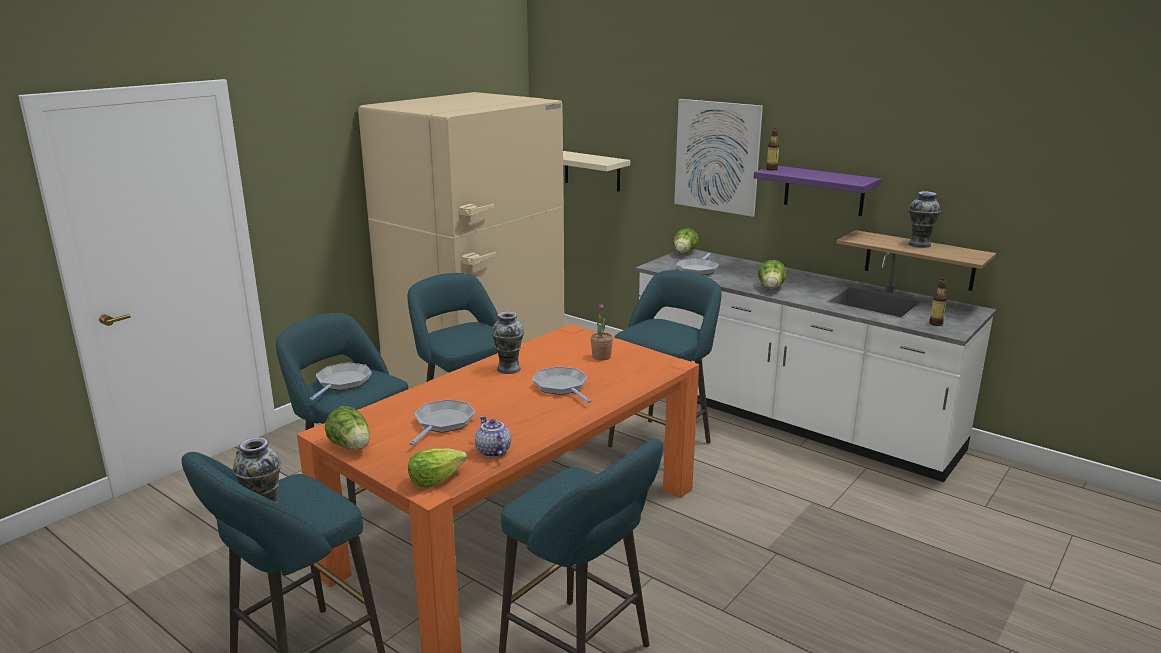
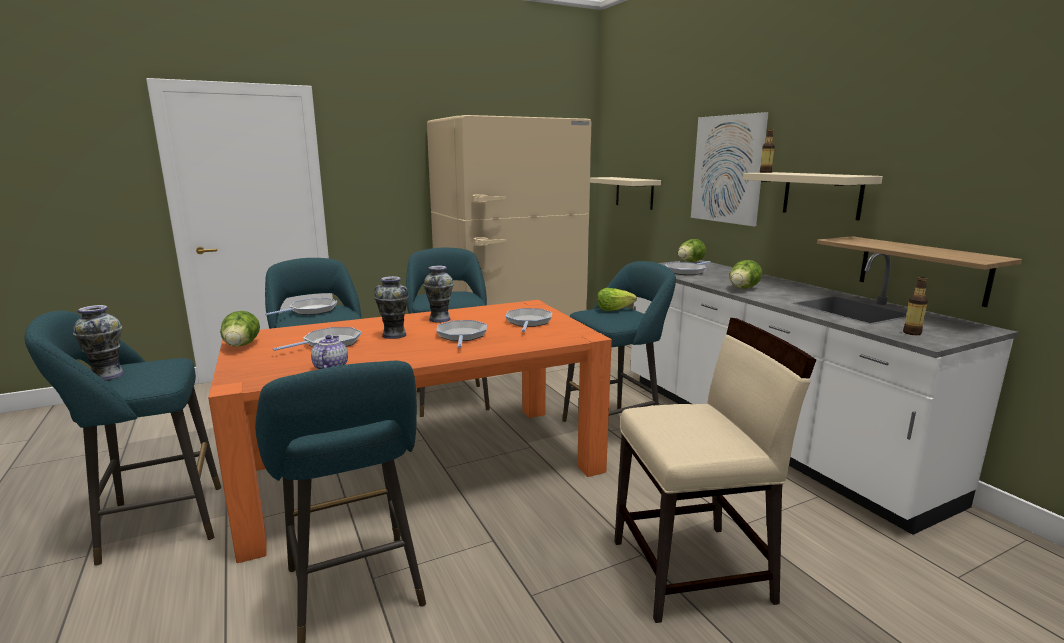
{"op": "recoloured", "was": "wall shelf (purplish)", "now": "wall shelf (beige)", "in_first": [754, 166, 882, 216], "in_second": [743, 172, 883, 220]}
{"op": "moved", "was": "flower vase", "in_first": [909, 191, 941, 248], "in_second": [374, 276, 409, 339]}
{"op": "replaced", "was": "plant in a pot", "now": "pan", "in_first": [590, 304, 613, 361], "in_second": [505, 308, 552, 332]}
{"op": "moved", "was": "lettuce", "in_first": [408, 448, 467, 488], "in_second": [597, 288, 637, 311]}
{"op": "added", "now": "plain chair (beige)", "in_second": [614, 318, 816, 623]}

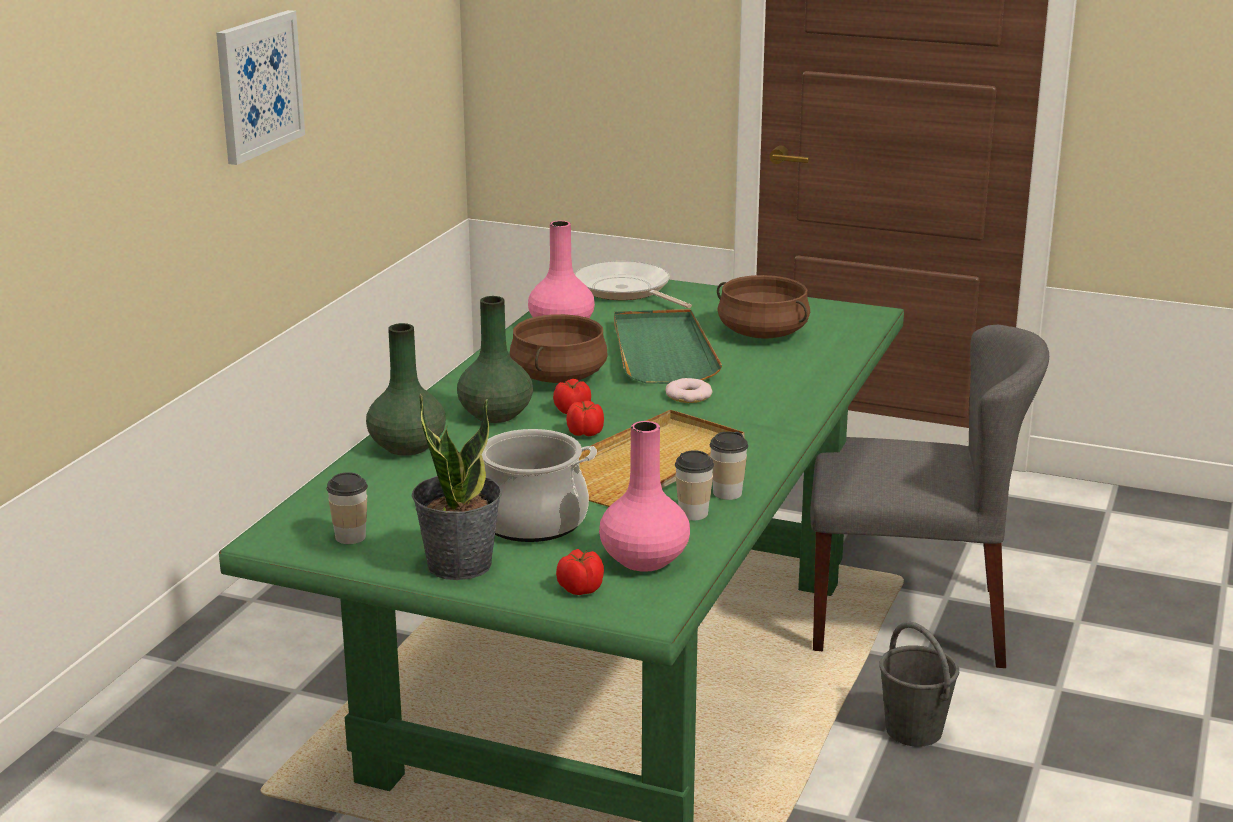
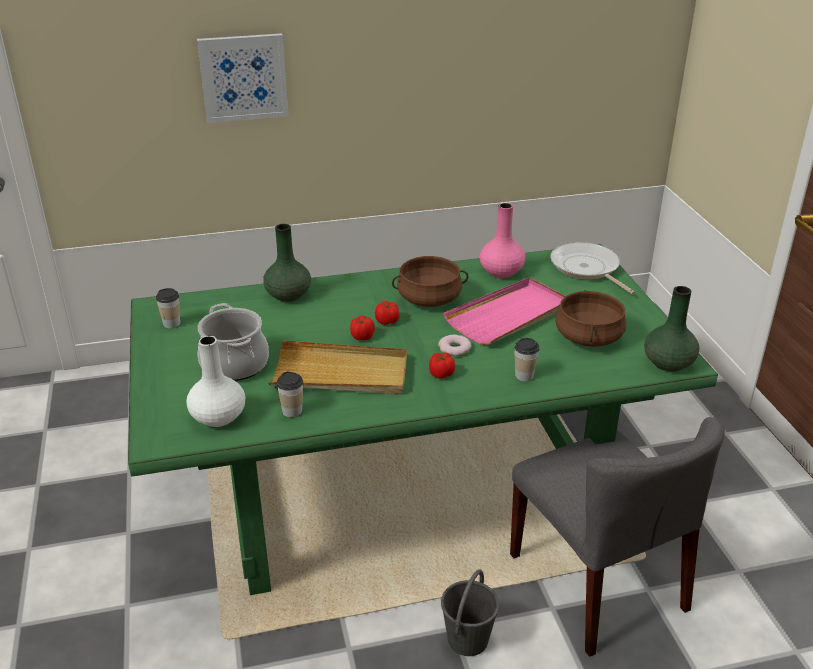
{"op": "moved", "was": "wall art", "in_first": [216, 10, 305, 165], "in_second": [197, 33, 289, 123]}
{"op": "turned", "was": "pan", "in_first": [575, 261, 692, 308], "in_second": [550, 242, 635, 294], "clockwise": -45}
{"op": "moved", "was": "flower vase (green-coloured)", "in_first": [457, 296, 533, 423], "in_second": [644, 286, 700, 372]}
{"op": "recoloured", "was": "carrying tray (green-coloured)", "now": "carrying tray (pink-coloured)", "in_first": [614, 309, 722, 384], "in_second": [443, 277, 565, 345]}
{"op": "removed", "was": "plant in a pot", "in_first": [411, 394, 502, 580]}
{"op": "recoloured", "was": "flower vase (pink-coloured)", "now": "flower vase (white)", "in_first": [599, 421, 690, 572], "in_second": [187, 336, 245, 427]}
{"op": "moved", "was": "small cup", "in_first": [710, 432, 748, 500], "in_second": [514, 338, 539, 381]}
{"op": "moved", "was": "whole tomato", "in_first": [556, 549, 604, 595], "in_second": [429, 353, 455, 379]}

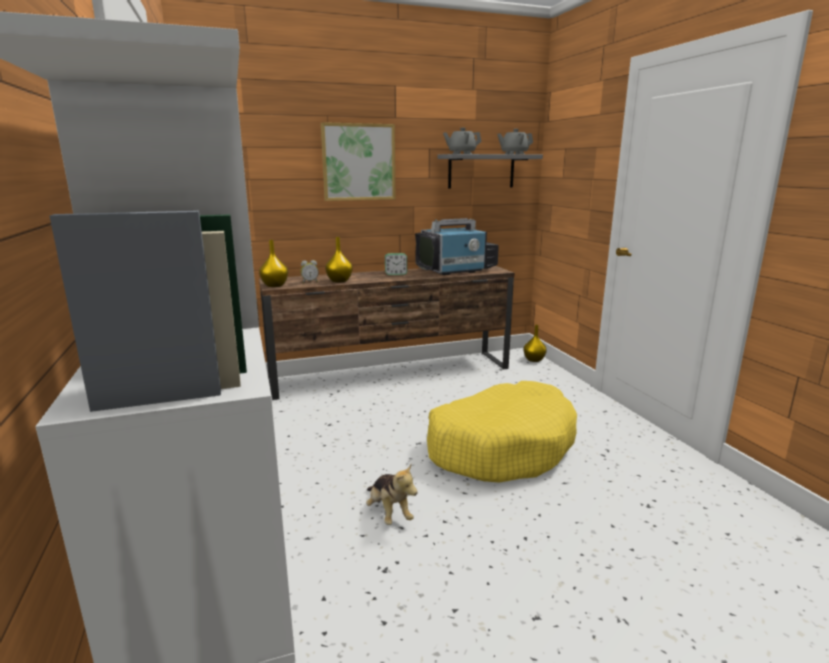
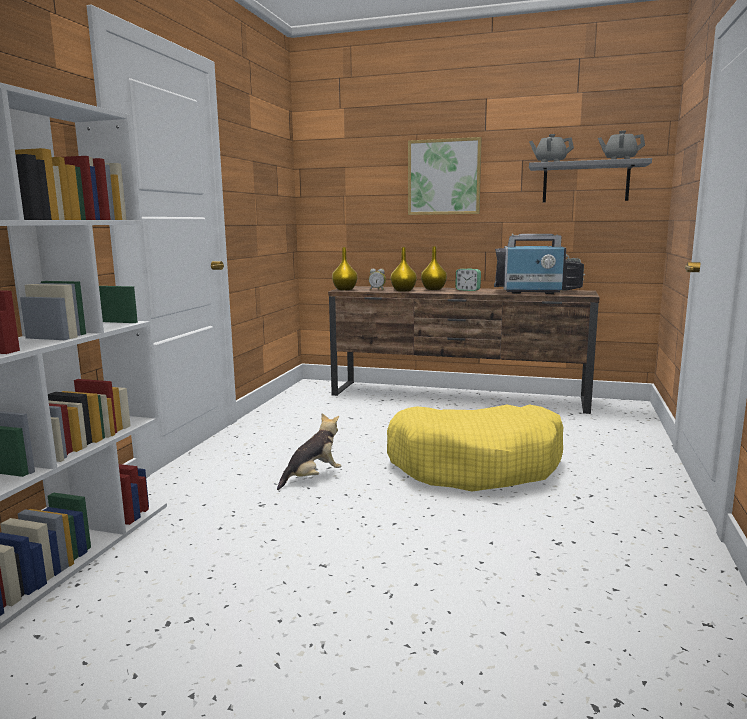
{"op": "moved", "was": "flower vase (yellow-coloured)", "in_first": [523, 325, 547, 362], "in_second": [421, 247, 447, 290]}
{"op": "turned", "was": "cuddly toy", "in_first": [366, 465, 417, 525], "in_second": [277, 413, 341, 490], "clockwise": -135}

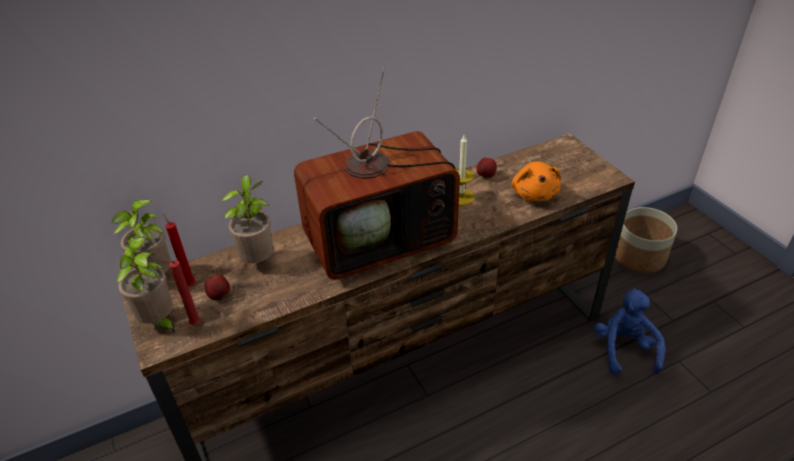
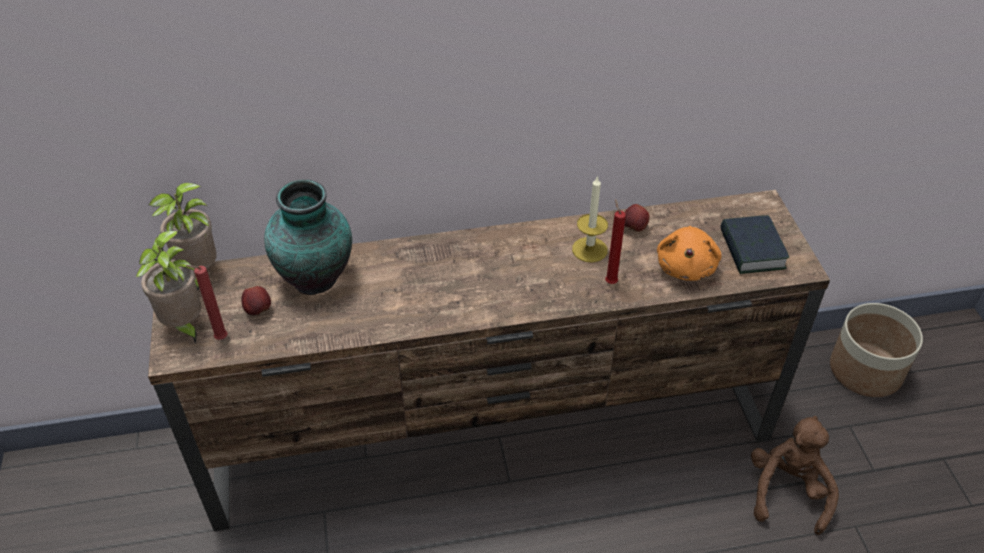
{"op": "removed", "was": "television", "in_first": [294, 66, 460, 280]}
{"op": "replaced", "was": "plant in a pot", "now": "flower vase", "in_first": [221, 175, 273, 263], "in_second": [264, 180, 352, 295]}
{"op": "moved", "was": "wax candle (red-coloured)", "in_first": [163, 213, 195, 286], "in_second": [605, 199, 626, 284]}
{"op": "recoloured", "was": "cuddly toy (bluish)", "now": "cuddly toy (brownish)", "in_first": [594, 288, 665, 375], "in_second": [751, 416, 839, 535]}
{"op": "added", "now": "volume", "in_second": [721, 215, 789, 274]}

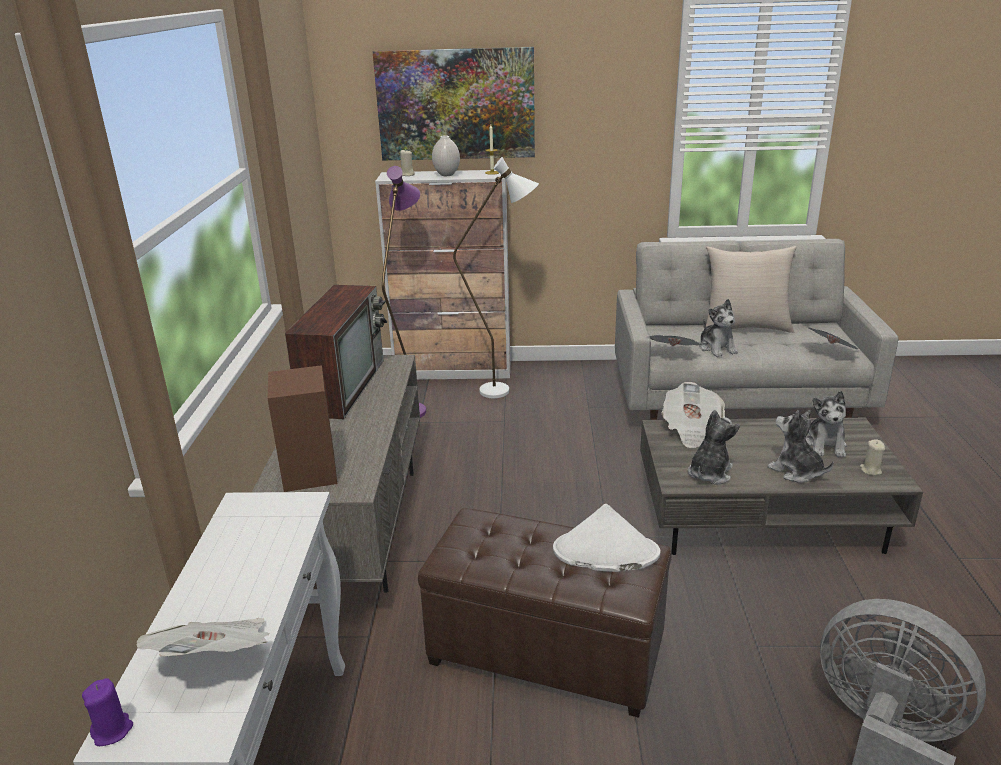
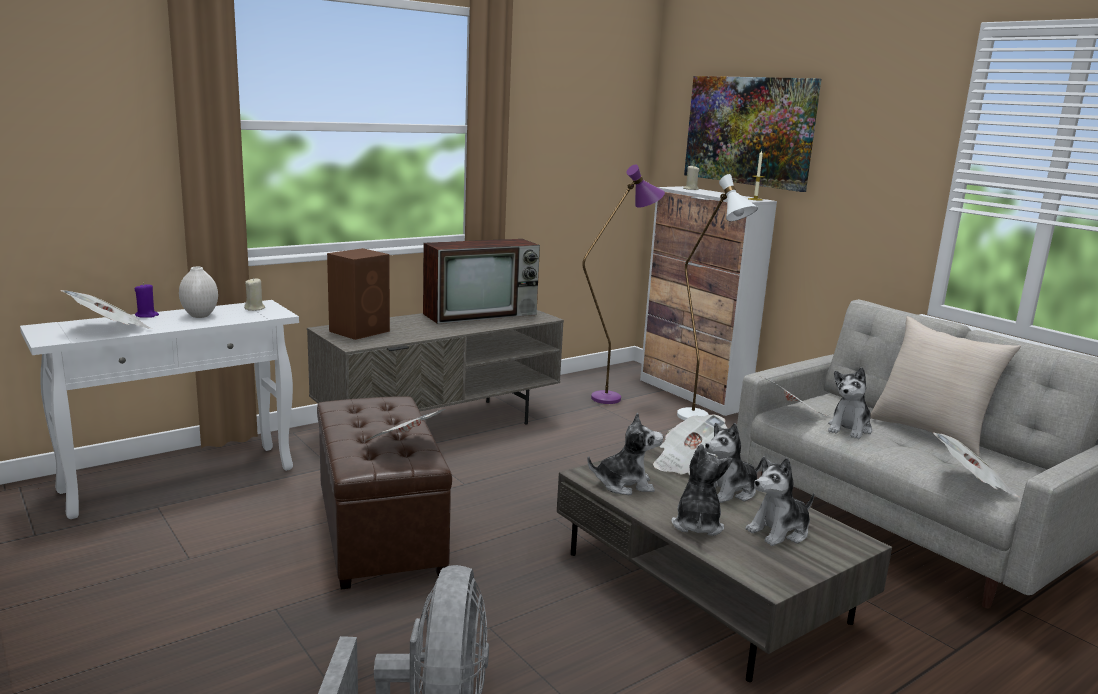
{"op": "moved", "was": "flower vase (white)", "in_first": [432, 135, 460, 176], "in_second": [179, 267, 218, 318]}
{"op": "moved", "was": "wax candle (beige)", "in_first": [860, 439, 885, 476], "in_second": [244, 278, 265, 311]}
{"op": "replaced", "was": "wearable hat (white)", "now": "daily paper", "in_first": [553, 503, 660, 572], "in_second": [362, 409, 446, 442]}
{"op": "moved", "was": "wax candle (purplish)", "in_first": [82, 678, 133, 746], "in_second": [135, 283, 159, 318]}
{"op": "added", "now": "cuddly toy", "in_second": [705, 423, 762, 503]}

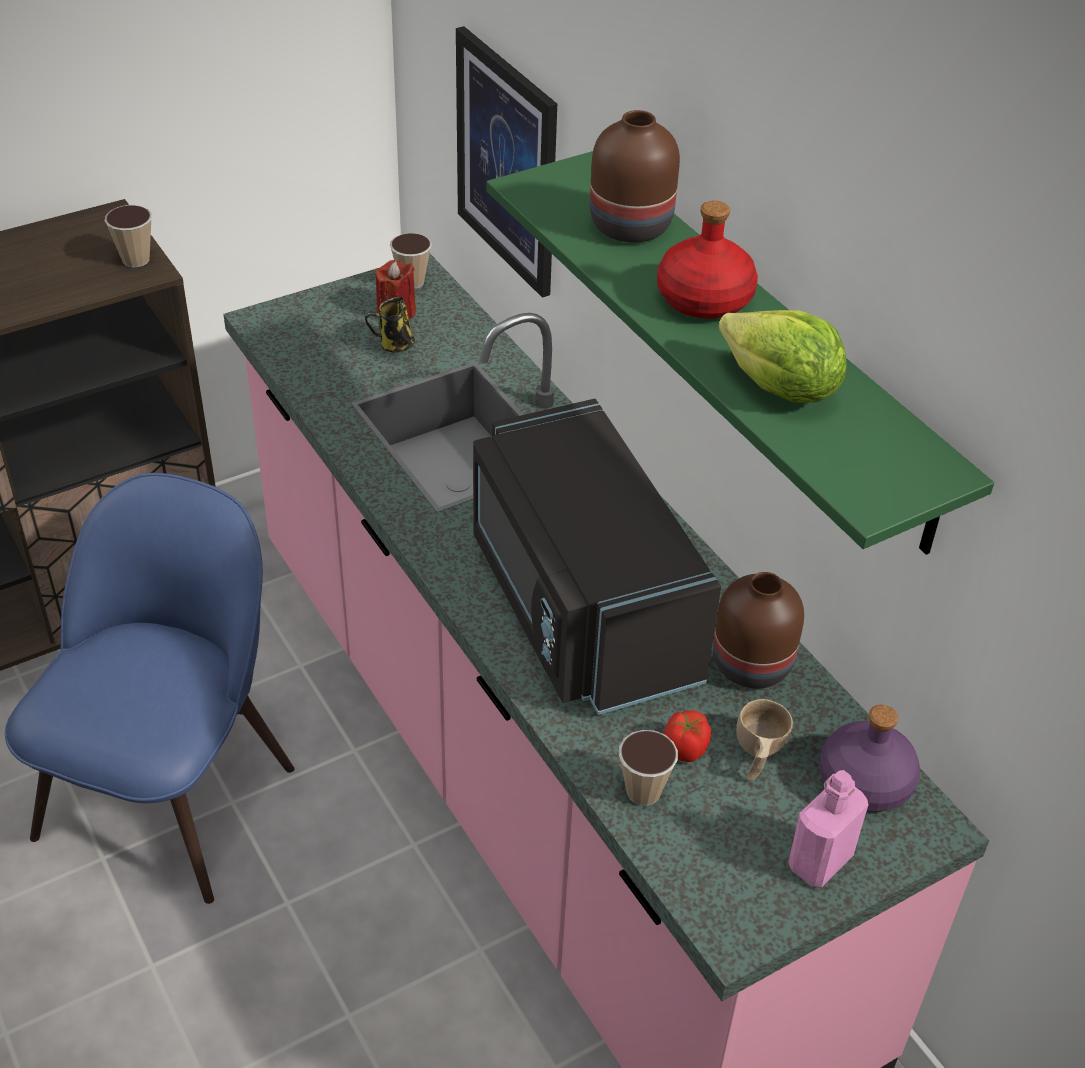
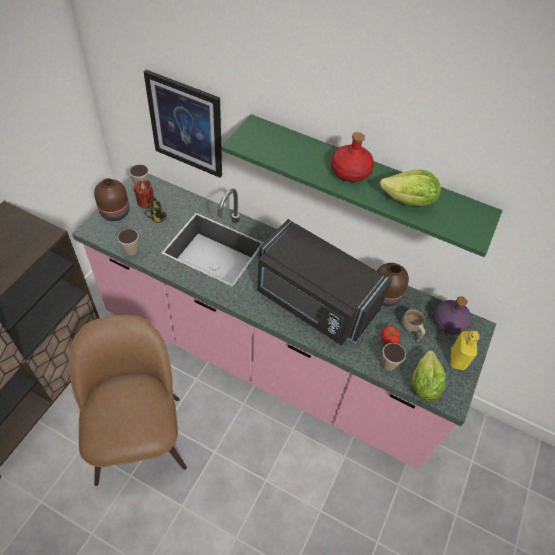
{"op": "moved", "was": "flower vase (brownish)", "in_first": [590, 110, 680, 243], "in_second": [94, 178, 129, 221]}
{"op": "moved", "was": "small cup", "in_first": [105, 205, 152, 267], "in_second": [117, 229, 139, 255]}
{"op": "recoloured", "was": "plain chair (bluish)", "now": "plain chair (brownish)", "in_first": [5, 473, 294, 904], "in_second": [69, 315, 187, 486]}
{"op": "recoloured", "was": "drink bottle (pink-coloured)", "now": "drink bottle (yellow-coloured)", "in_first": [788, 770, 868, 887], "in_second": [450, 331, 479, 370]}
{"op": "added", "now": "lettuce", "in_second": [412, 350, 445, 401]}

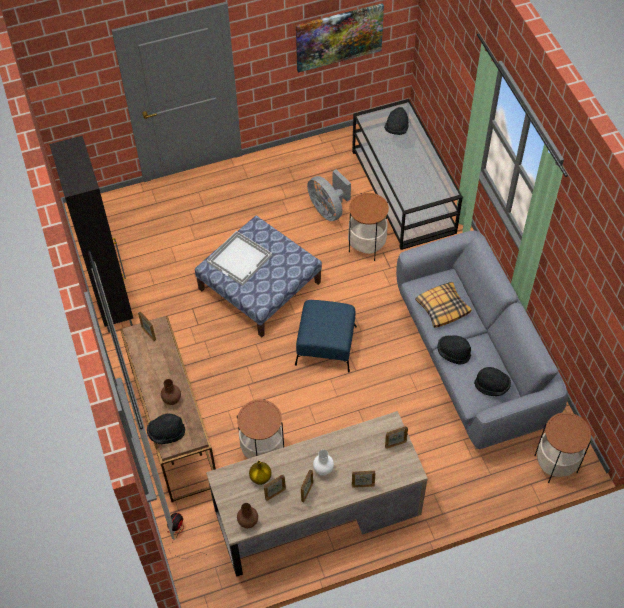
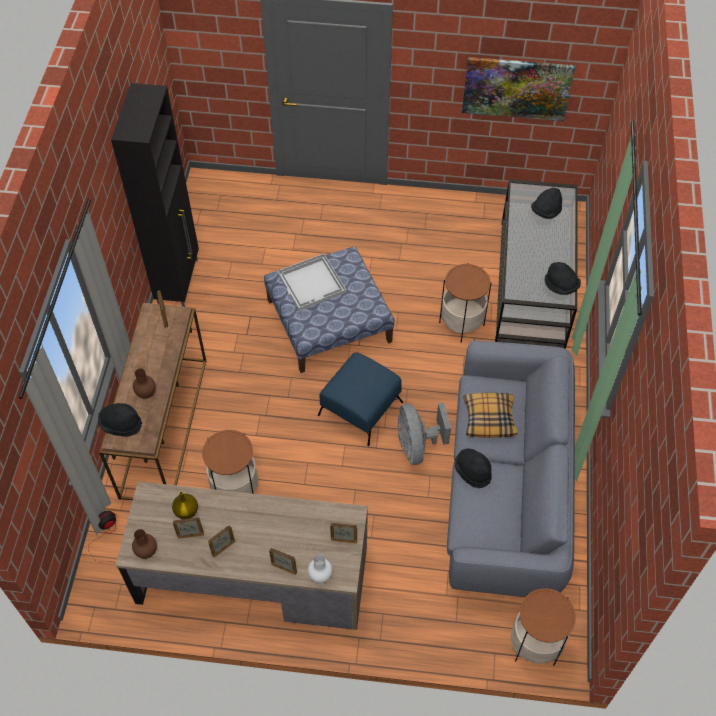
{"op": "moved", "was": "cooling fan (grey)", "in_first": [307, 169, 351, 221], "in_second": [398, 403, 451, 465]}
{"op": "moved", "was": "wearable hat (black)", "in_first": [474, 367, 511, 396], "in_second": [544, 262, 581, 295]}
{"op": "moved", "was": "flower vase (white)", "in_first": [313, 450, 334, 475], "in_second": [308, 554, 332, 583]}

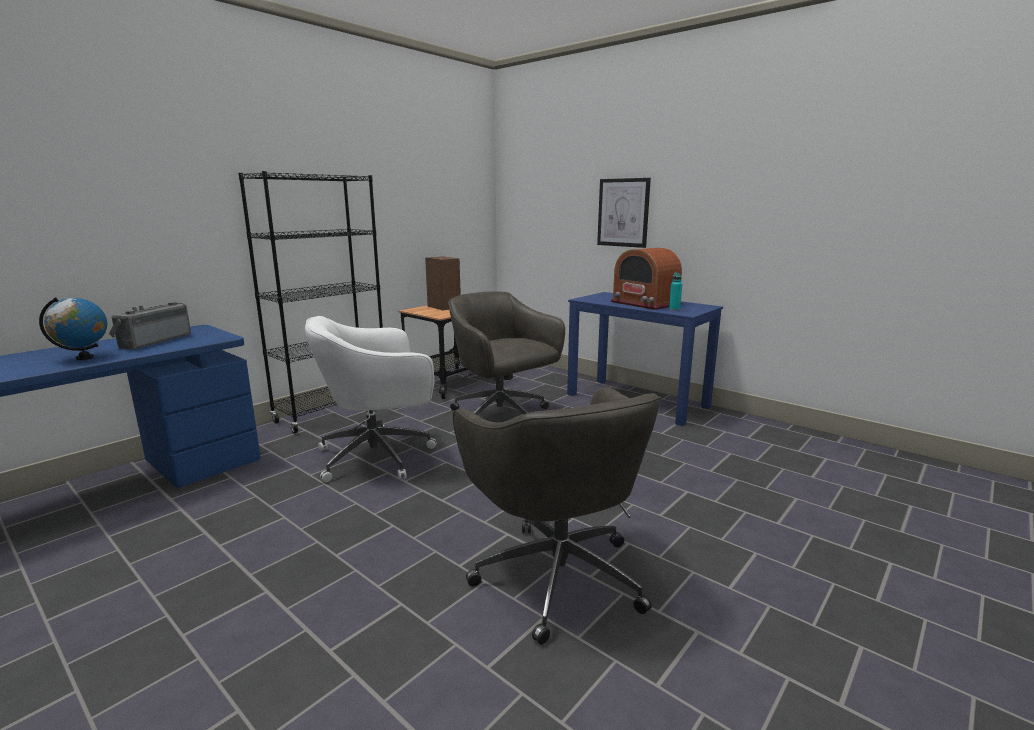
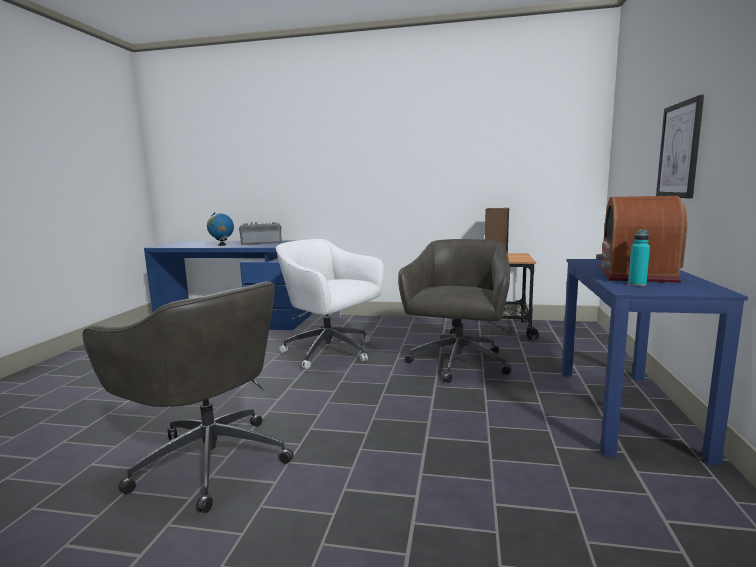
{"op": "removed", "was": "bookcase (black)", "in_first": [238, 171, 383, 433]}
{"op": "turned", "was": "office chair (grey)", "in_first": [453, 387, 661, 645], "in_second": [83, 281, 294, 513], "clockwise": -90}

